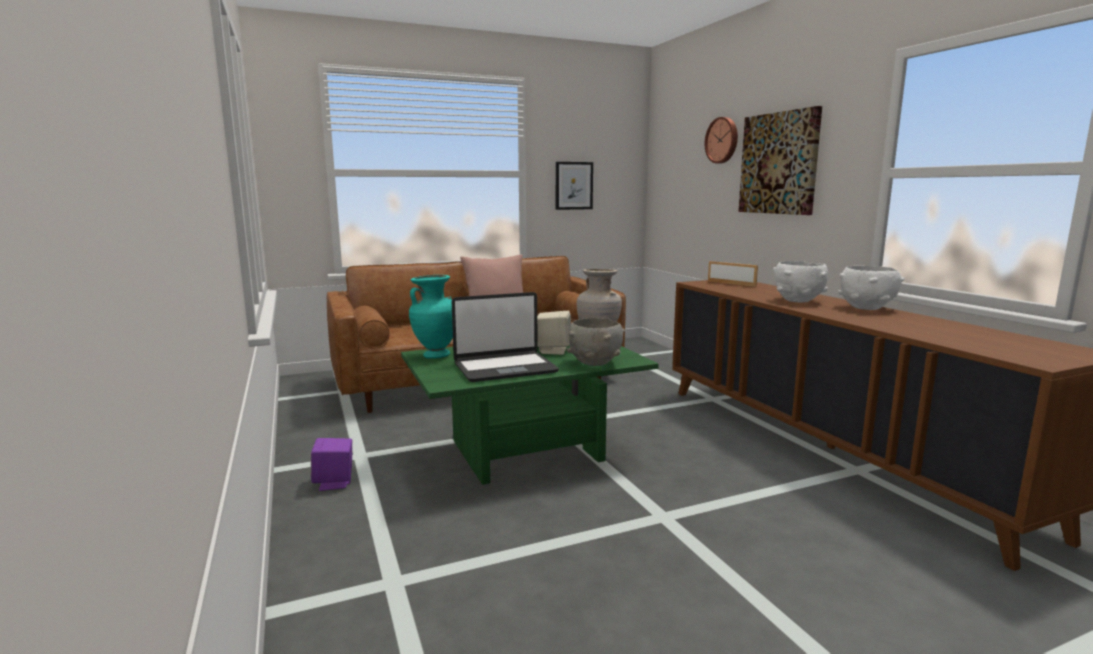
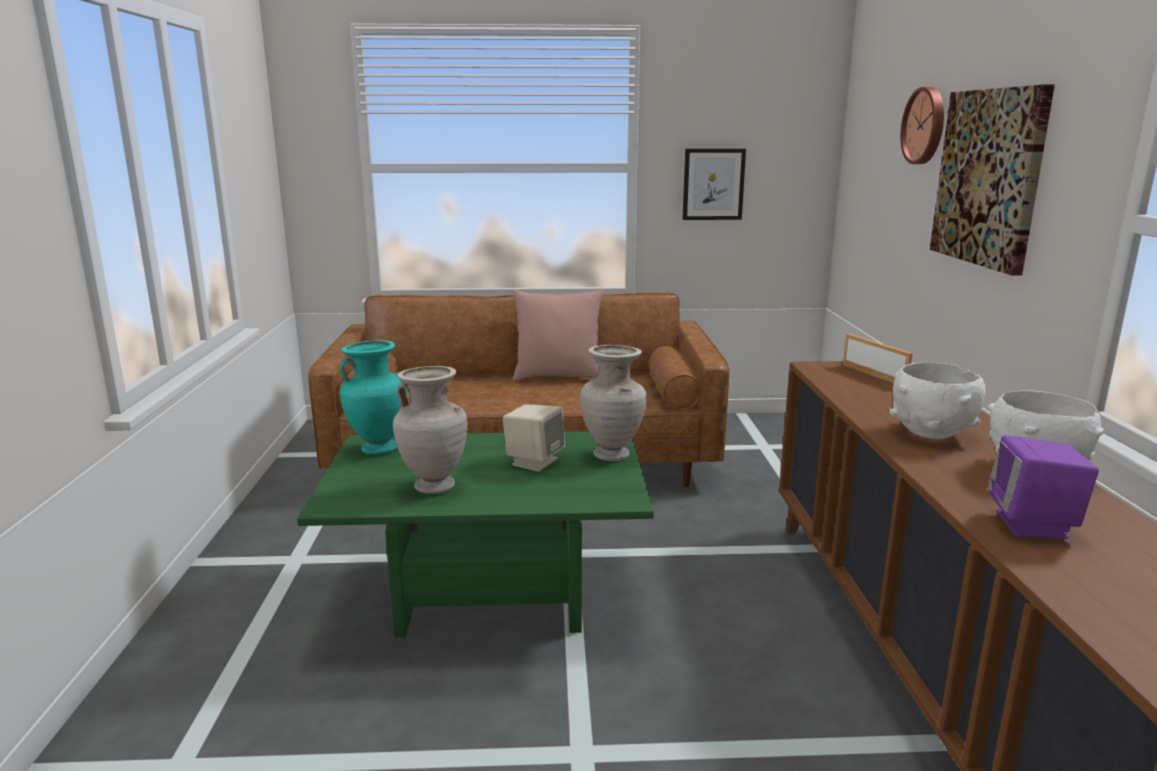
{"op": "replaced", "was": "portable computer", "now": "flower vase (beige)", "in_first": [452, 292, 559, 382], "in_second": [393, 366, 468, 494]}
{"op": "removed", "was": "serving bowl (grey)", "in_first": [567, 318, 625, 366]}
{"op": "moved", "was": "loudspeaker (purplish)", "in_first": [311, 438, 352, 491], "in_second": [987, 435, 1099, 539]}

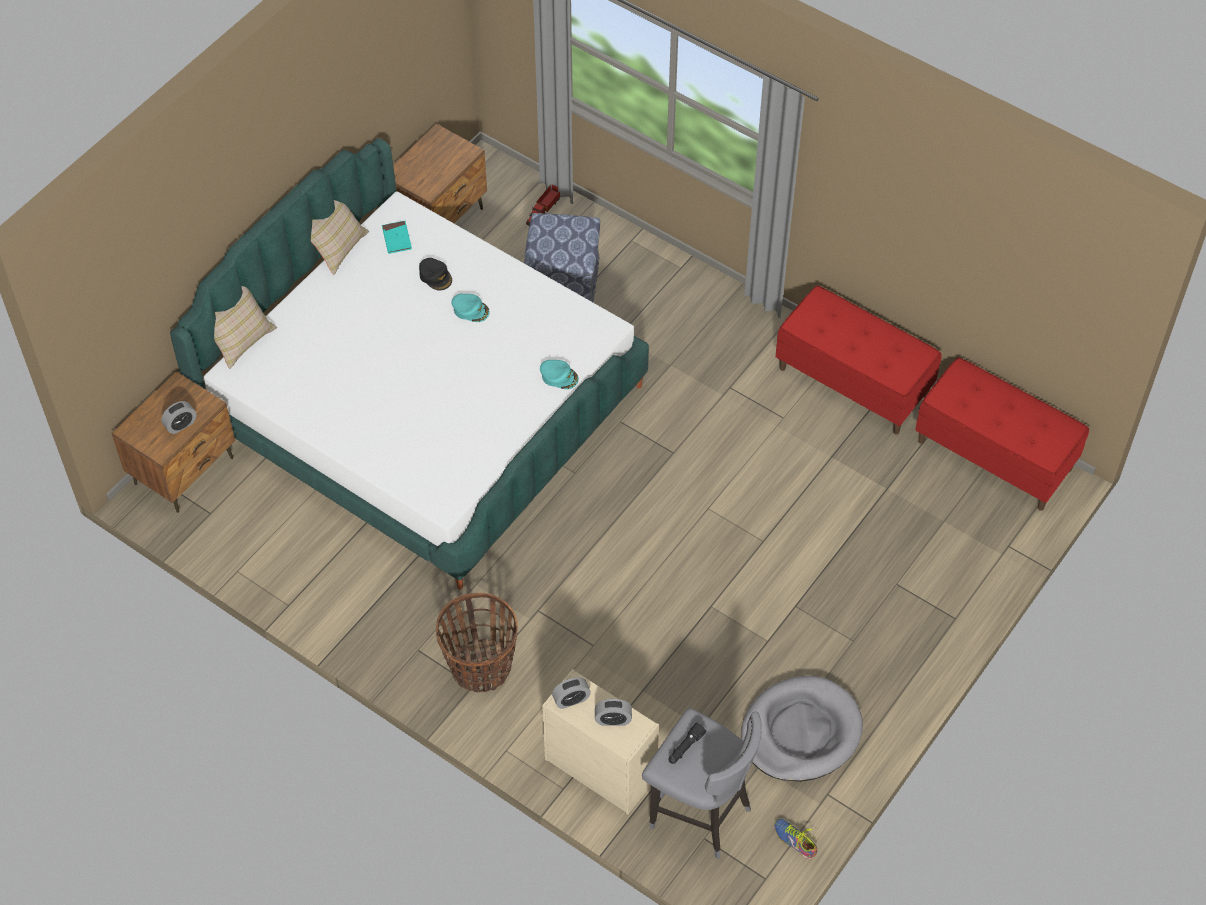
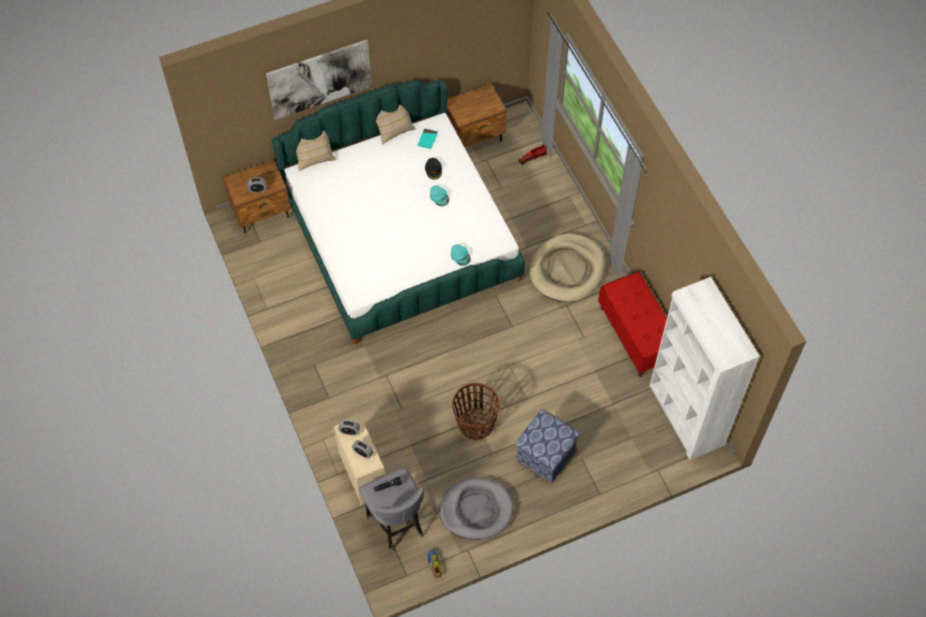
{"op": "moved", "was": "footrest", "in_first": [524, 213, 600, 303], "in_second": [515, 409, 580, 483]}
{"op": "replaced", "was": "long seat (red-coloured)", "now": "bookcase (white)", "in_first": [915, 357, 1089, 511], "in_second": [650, 277, 760, 460]}
{"op": "moved", "was": "basket", "in_first": [436, 593, 518, 693], "in_second": [452, 383, 500, 440]}
{"op": "added", "now": "wall art", "in_second": [266, 39, 372, 120]}
{"op": "added", "now": "pet bed (beige)", "in_second": [529, 233, 605, 302]}

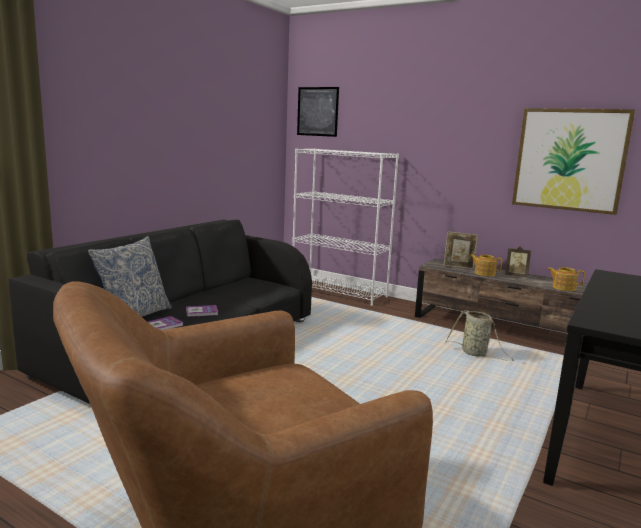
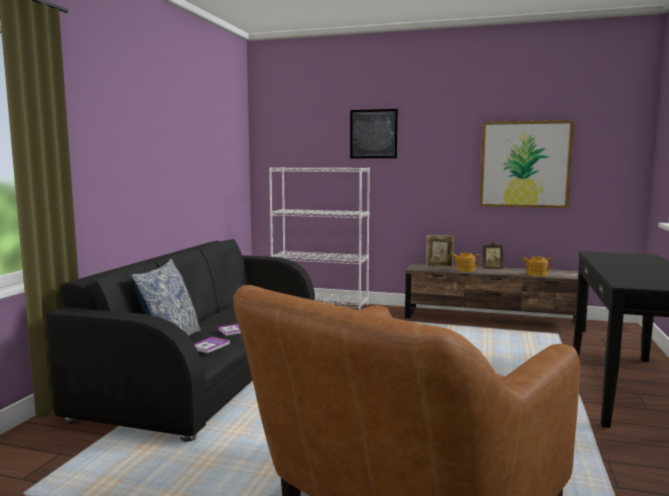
{"op": "moved", "was": "wall art", "in_first": [297, 87, 339, 137], "in_second": [350, 109, 398, 158]}
{"op": "removed", "was": "basket", "in_first": [446, 310, 513, 361]}

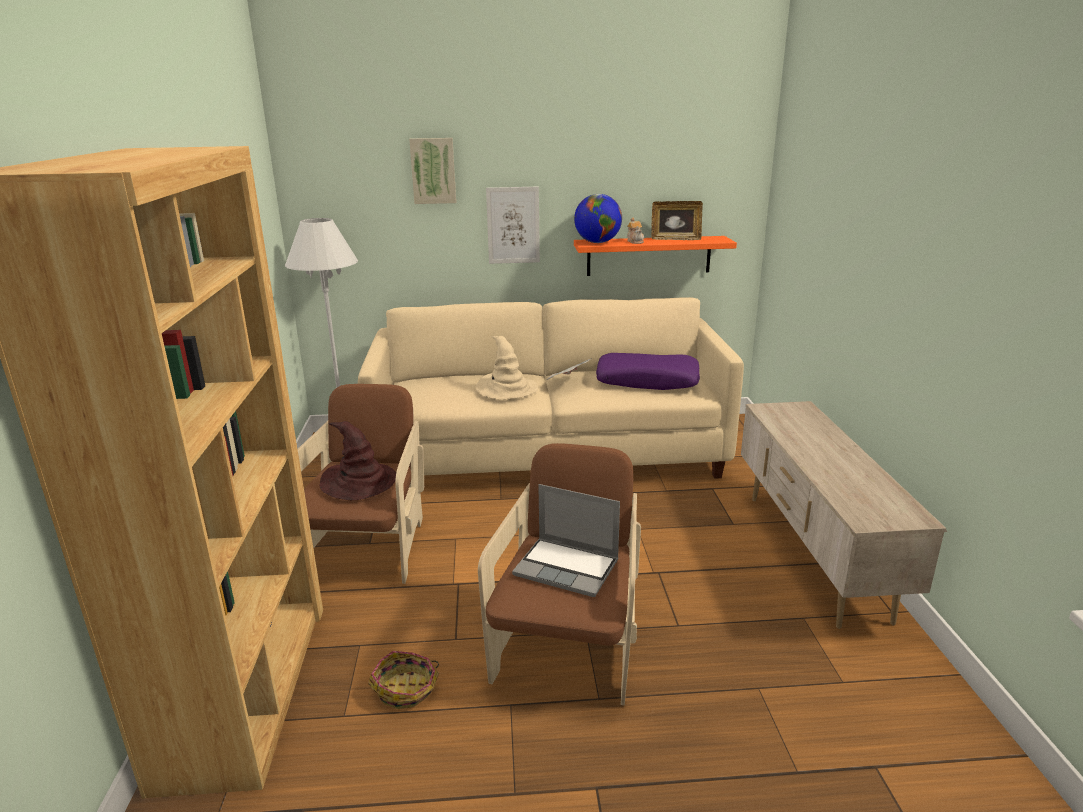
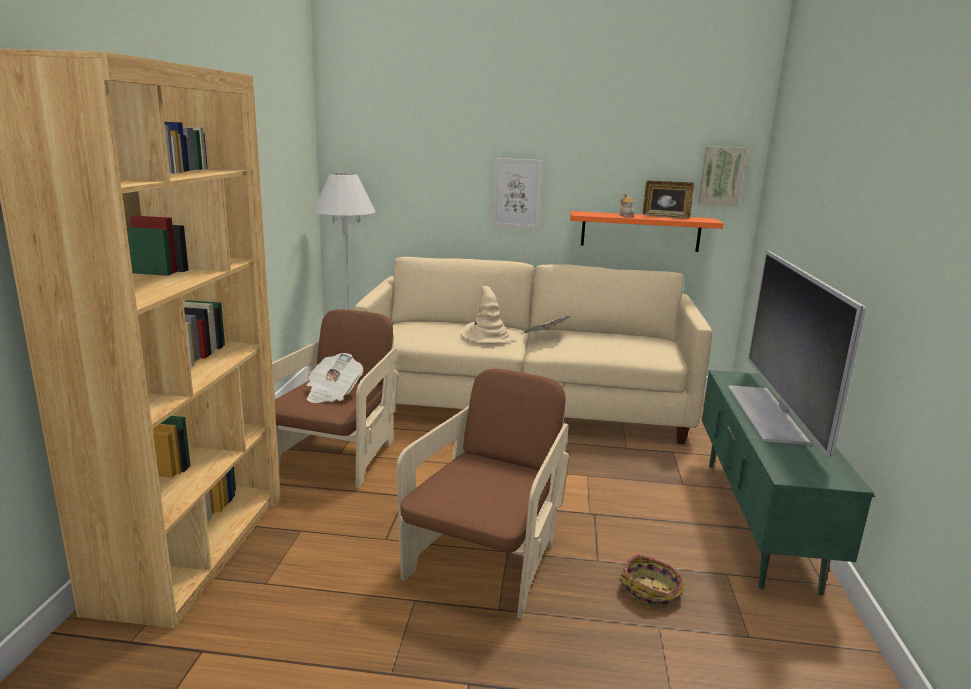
{"op": "moved", "was": "wall art", "in_first": [409, 138, 456, 204], "in_second": [698, 146, 747, 206]}
{"op": "removed", "was": "desk globe", "in_first": [574, 194, 622, 243]}
{"op": "removed", "was": "throw pillow (purplish)", "in_first": [596, 353, 700, 390]}
{"op": "recoloured", "was": "tv unit (beige)", "now": "tv unit (green-coloured)", "in_first": [741, 401, 947, 629], "in_second": [702, 370, 875, 596]}
{"op": "replaced", "was": "wearable hat (brownish)", "now": "daily paper", "in_first": [319, 421, 396, 500], "in_second": [307, 353, 363, 403]}
{"op": "removed", "was": "portable computer", "in_first": [512, 484, 620, 597]}
{"op": "moved", "was": "basket", "in_first": [368, 651, 439, 709], "in_second": [619, 554, 684, 607]}
{"op": "added", "now": "television", "in_second": [728, 250, 866, 458]}

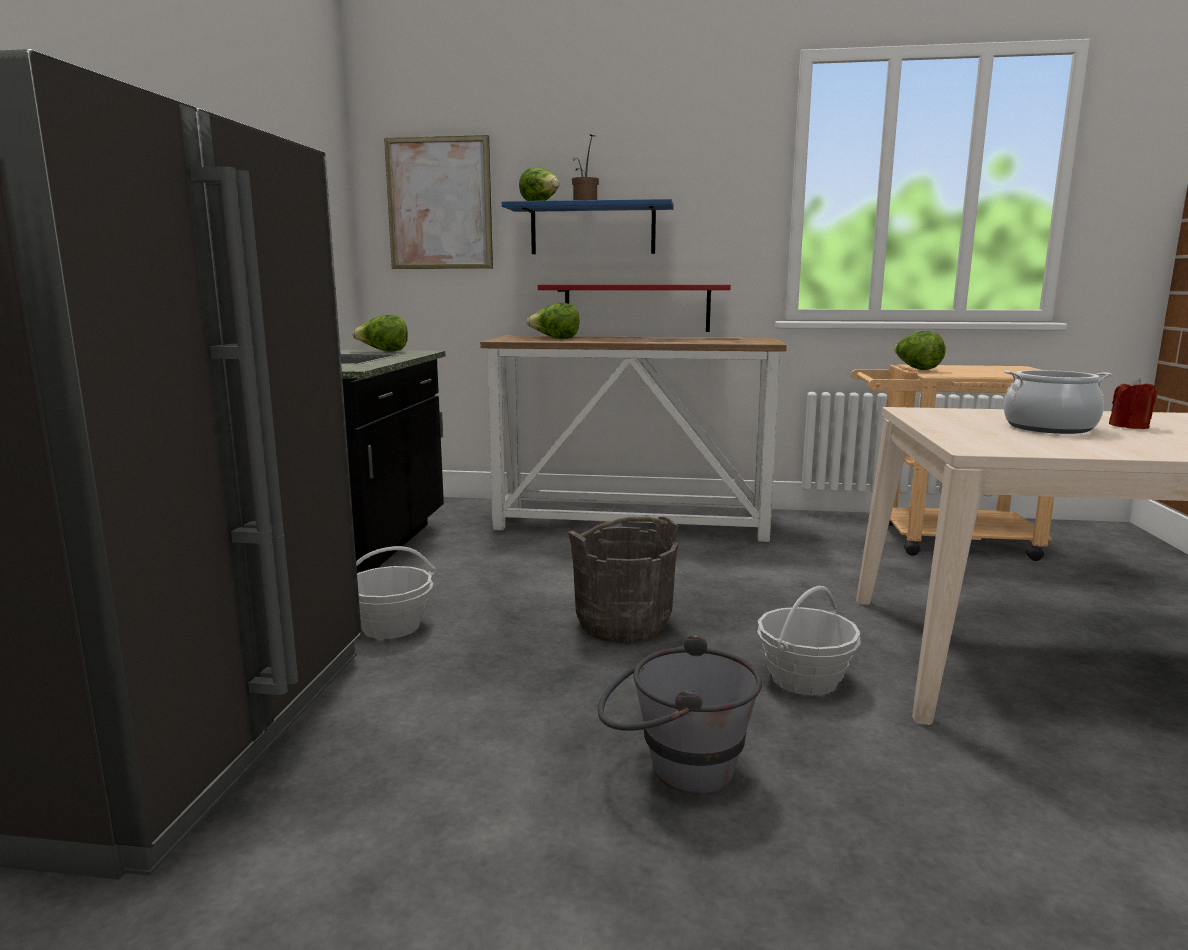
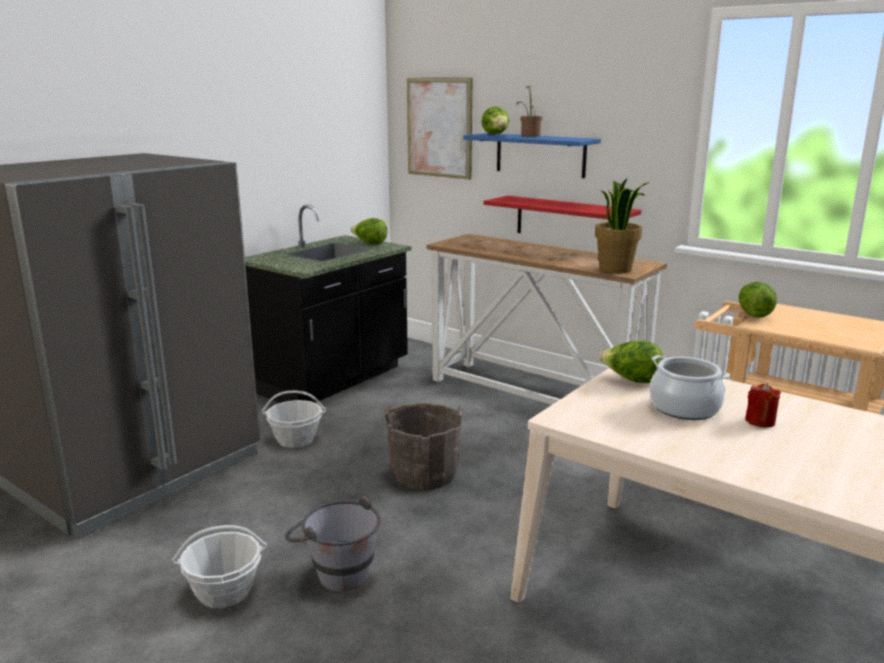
{"op": "moved", "was": "lettuce", "in_first": [526, 303, 580, 339], "in_second": [599, 341, 663, 383]}
{"op": "moved", "was": "basket", "in_first": [757, 586, 861, 696], "in_second": [172, 525, 267, 608]}
{"op": "added", "now": "plant in a pot", "in_second": [595, 179, 649, 273]}

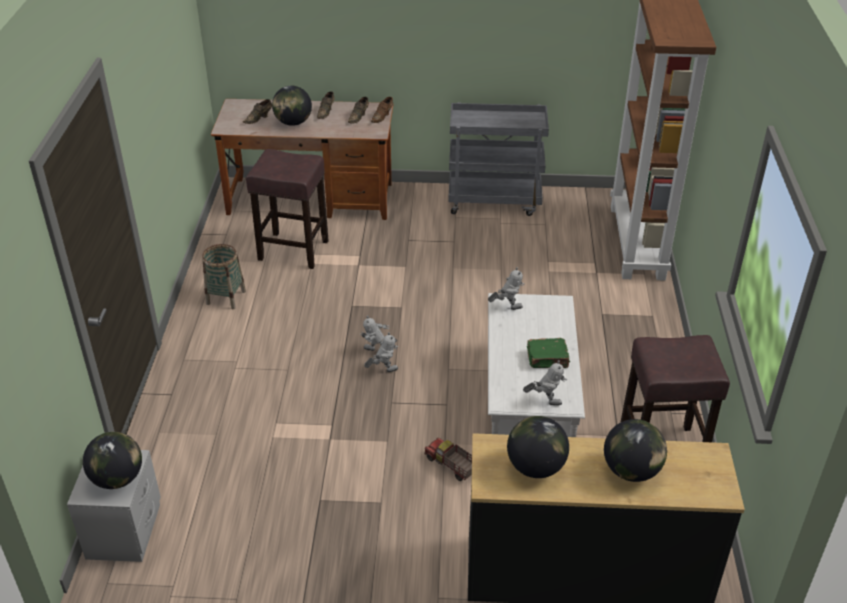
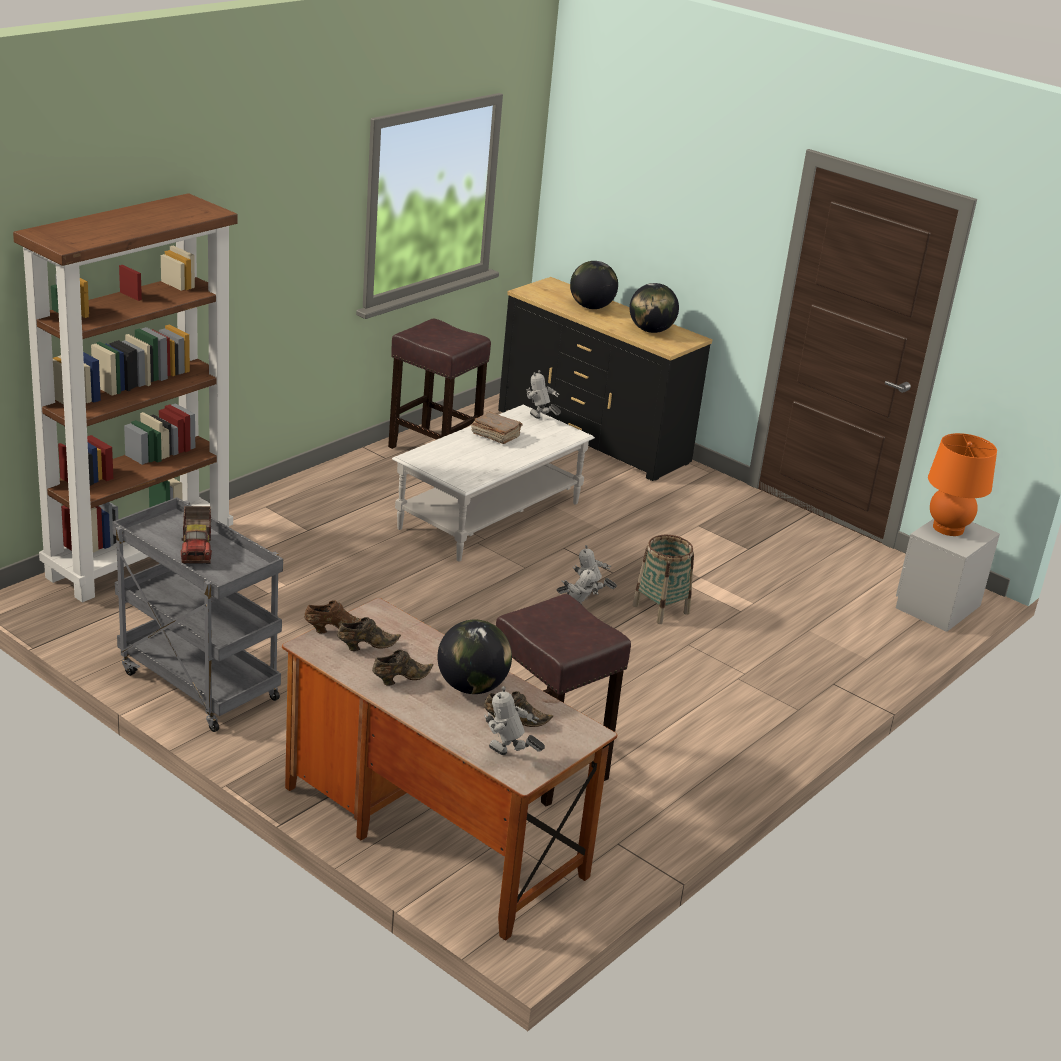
{"op": "moved", "was": "basket", "in_first": [202, 244, 246, 309], "in_second": [633, 535, 694, 624]}
{"op": "moved", "was": "robot figure", "in_first": [488, 267, 525, 310], "in_second": [484, 686, 545, 755]}
{"op": "recoloured", "was": "volume (green-coloured)", "now": "volume (brownish)", "in_first": [527, 338, 570, 368], "in_second": [471, 412, 522, 444]}
{"op": "replaced", "was": "desk globe", "now": "tabletop lamp (orange-coloured)", "in_first": [83, 432, 142, 489], "in_second": [928, 433, 997, 536]}
{"op": "moved", "was": "model truck", "in_first": [424, 438, 472, 481], "in_second": [181, 506, 212, 564]}

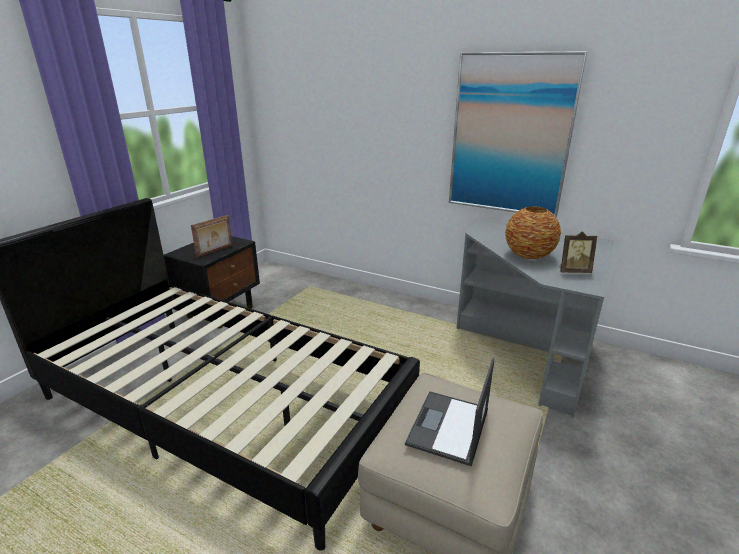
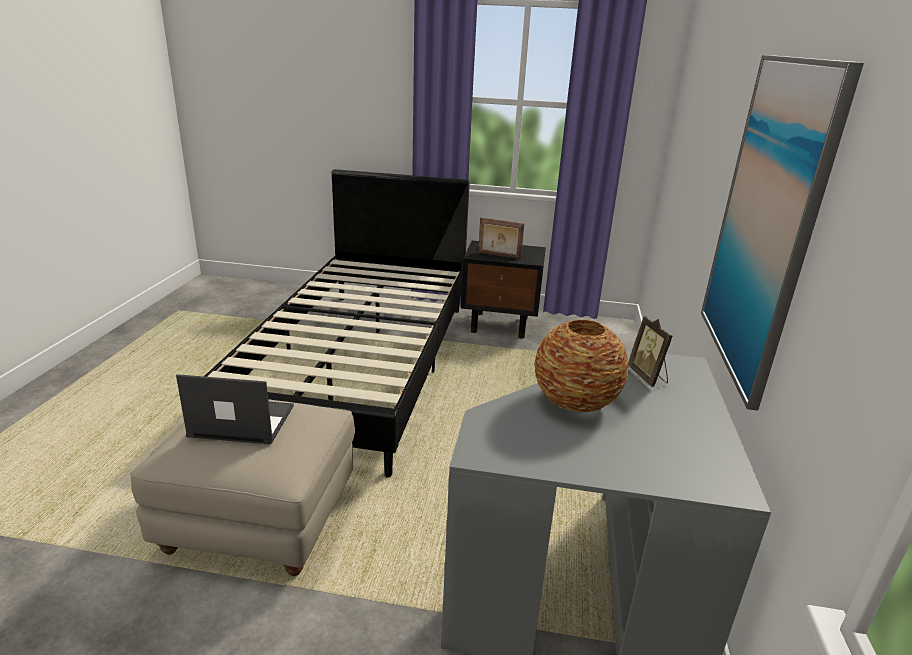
{"op": "moved", "was": "standing frame", "in_first": [560, 231, 597, 273], "in_second": [629, 316, 672, 387]}

